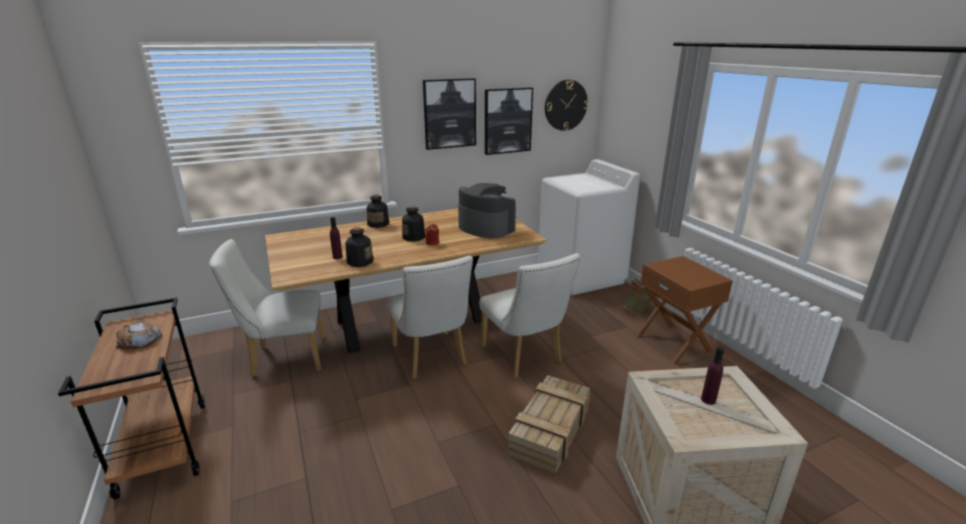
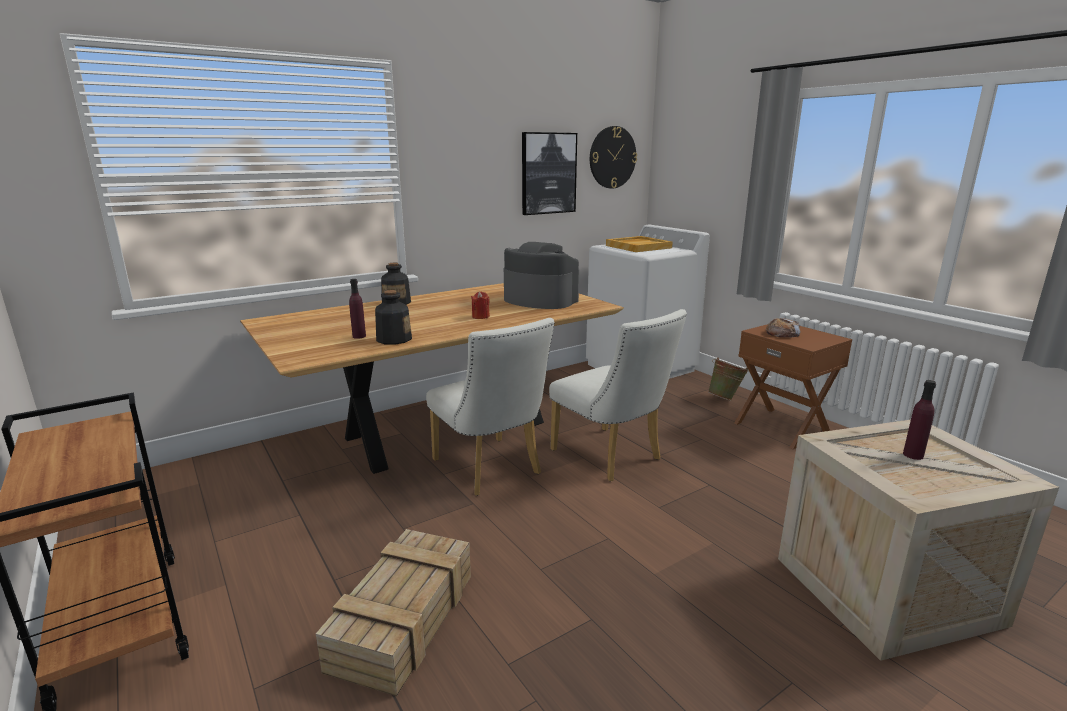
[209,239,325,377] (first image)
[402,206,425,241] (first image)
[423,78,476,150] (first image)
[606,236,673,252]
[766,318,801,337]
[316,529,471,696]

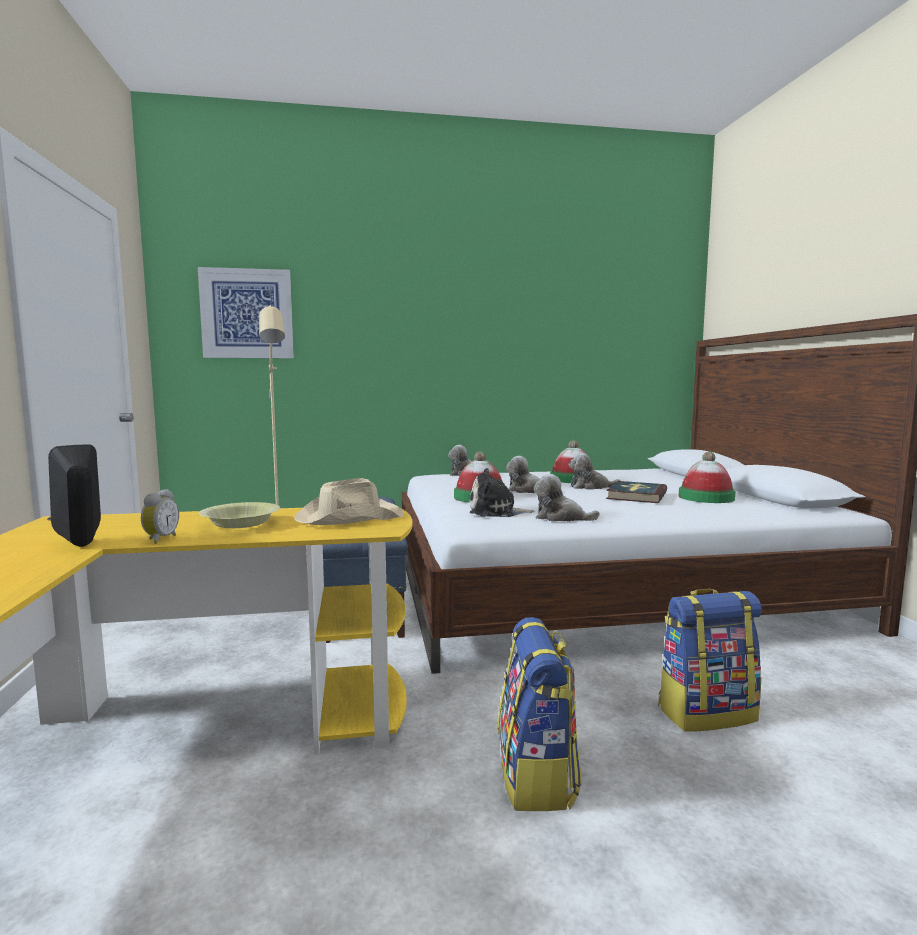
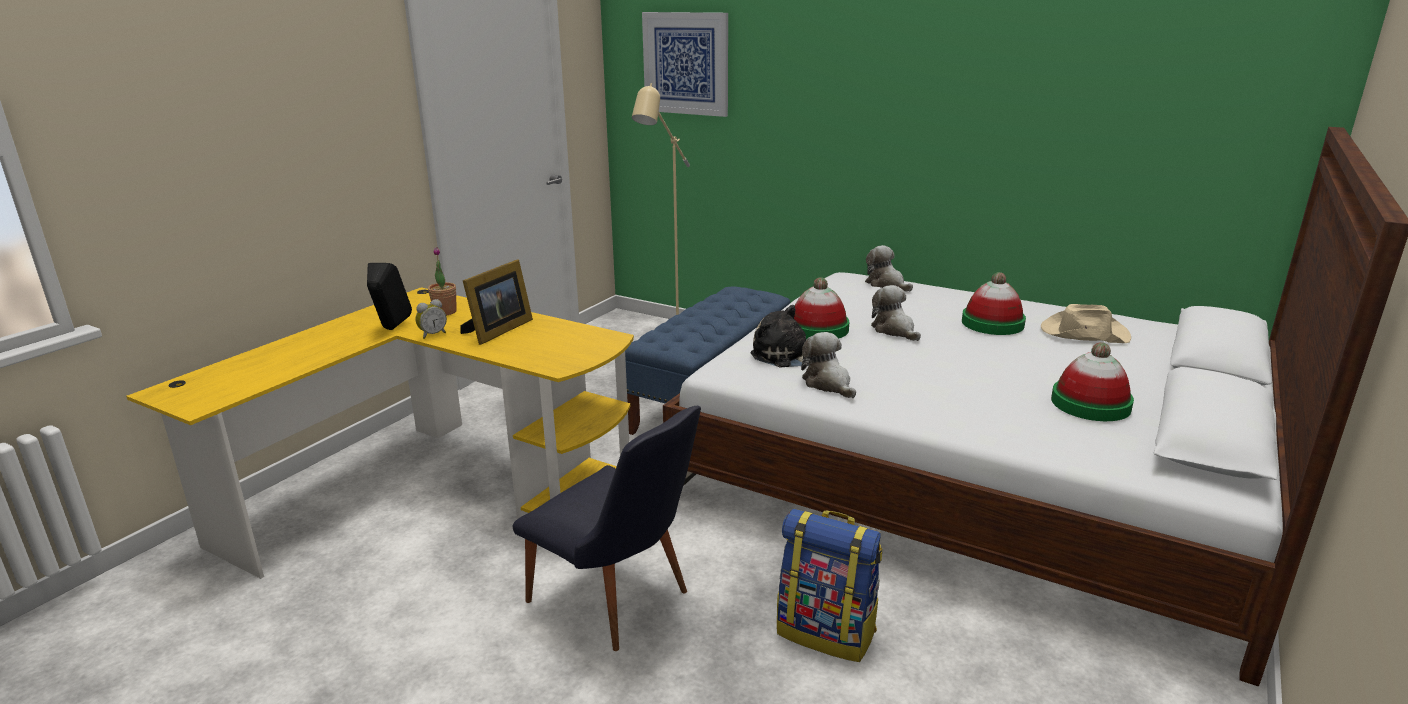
[568,453,620,490] (first image)
[606,481,667,503] (first image)
[428,247,457,315]
[1041,304,1131,343]
[460,259,533,345]
[513,406,701,651]

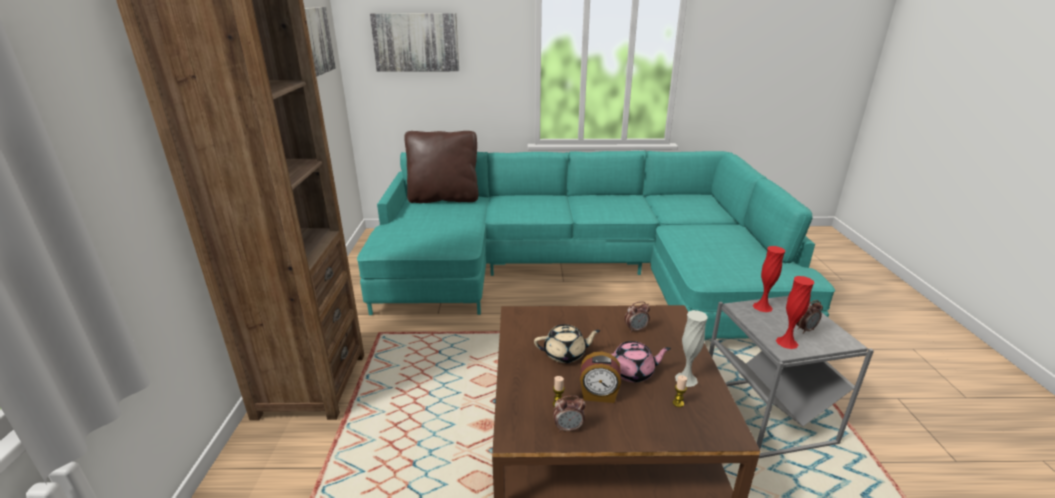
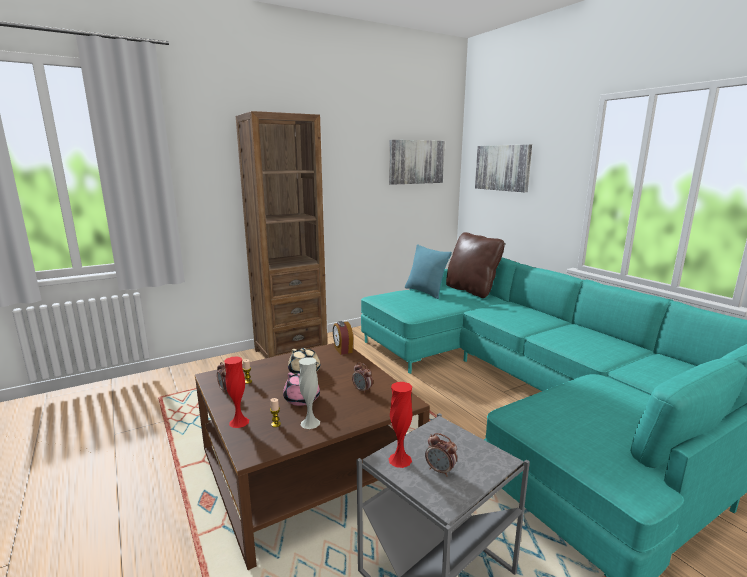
[405,244,452,299]
[333,321,353,355]
[224,356,249,428]

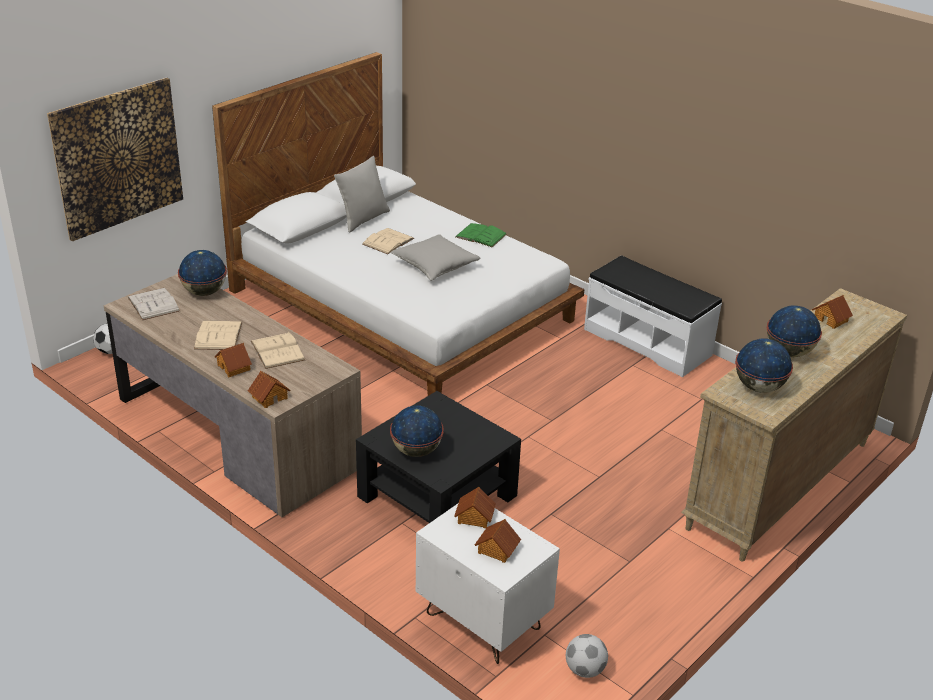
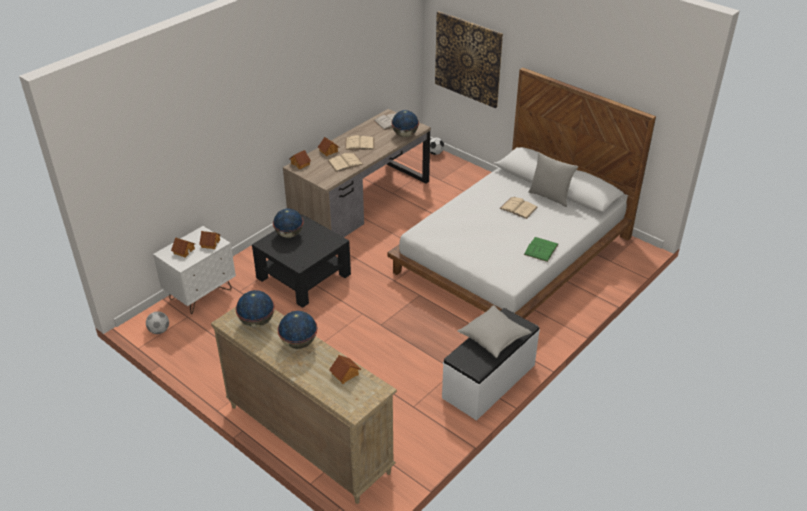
[458,305,532,358]

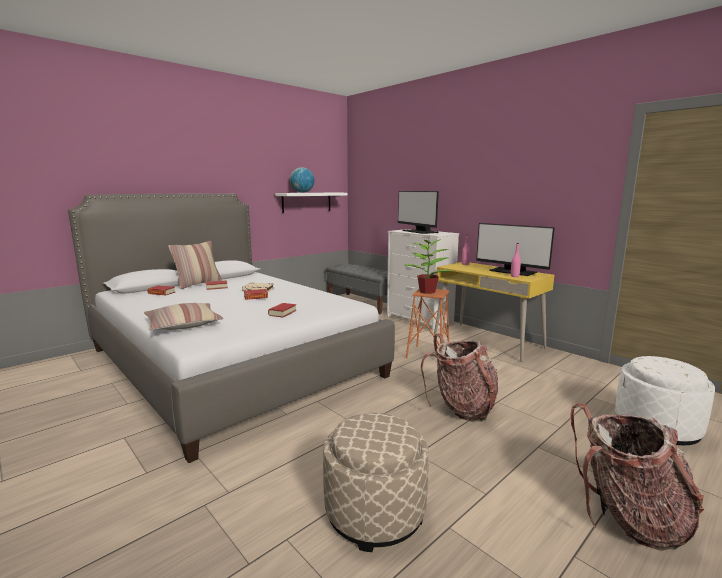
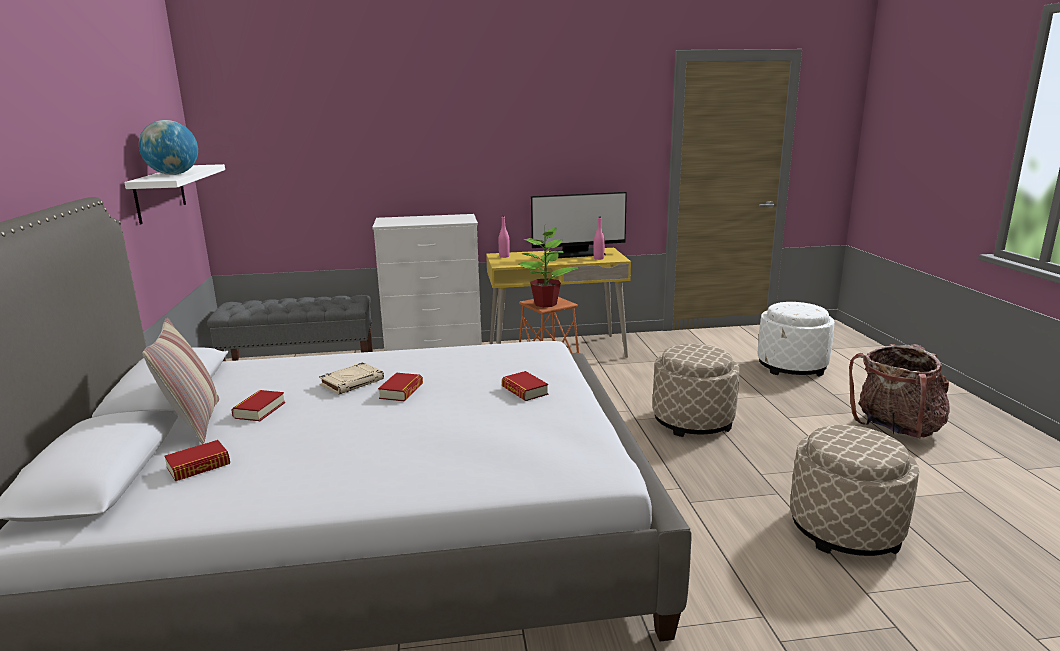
[144,303,223,330] (first image)
[398,191,439,234] (first image)
[653,344,740,437]

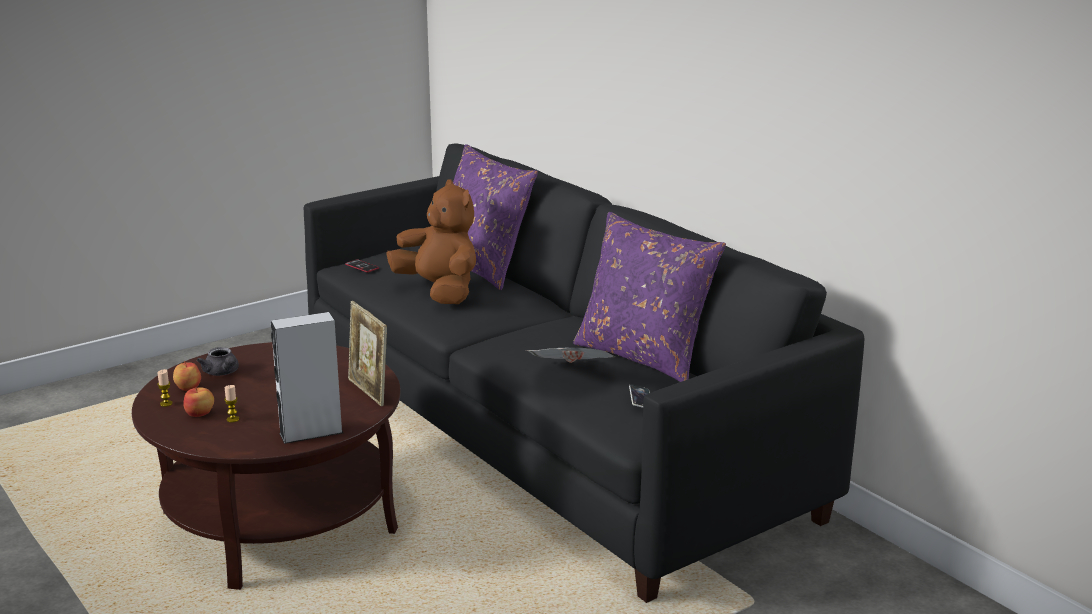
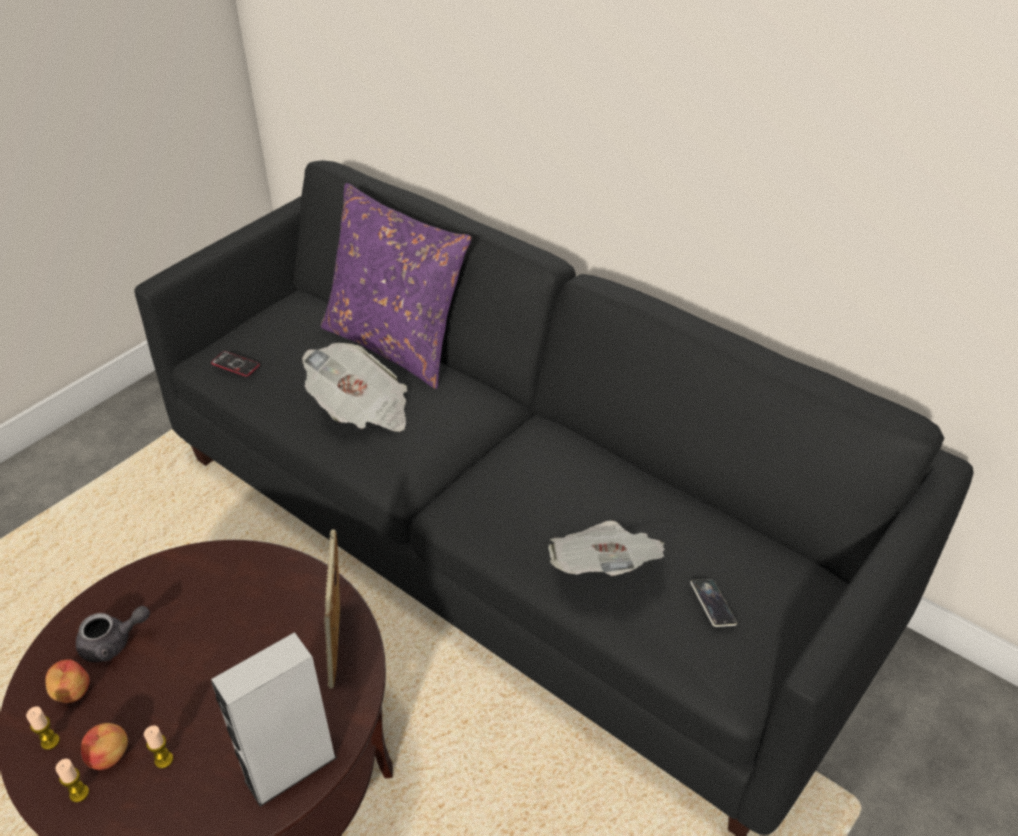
[573,212,726,382] (first image)
[55,759,89,802]
[302,343,407,432]
[76,606,150,662]
[324,529,340,689]

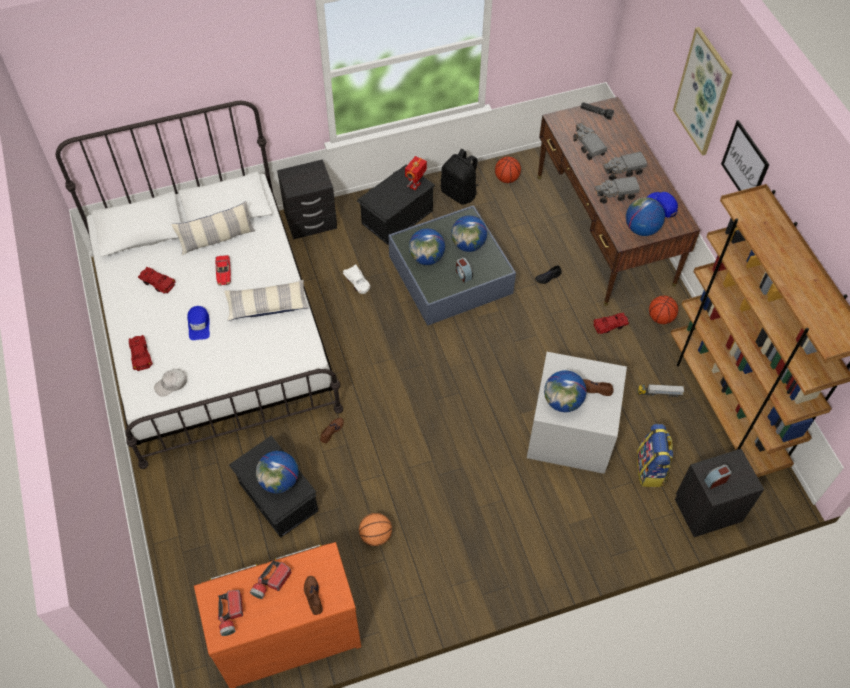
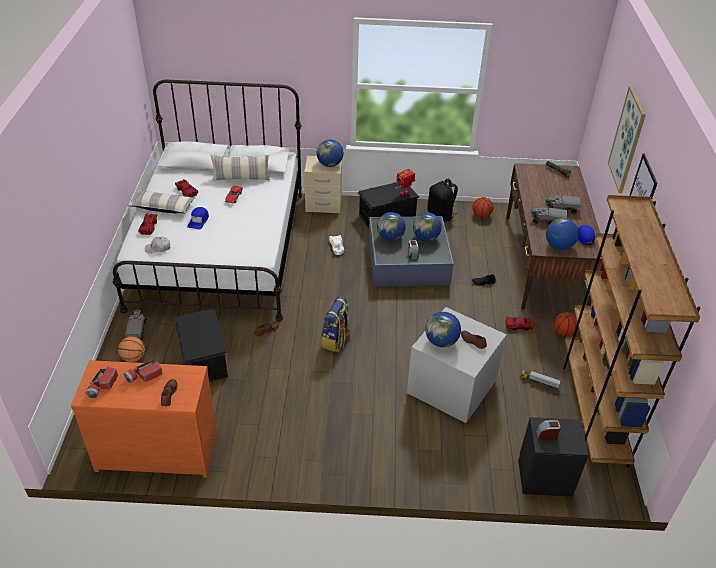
[128,190,195,214]
[317,140,344,167]
[118,336,145,362]
[125,309,147,340]
[321,296,351,352]
[304,156,342,213]

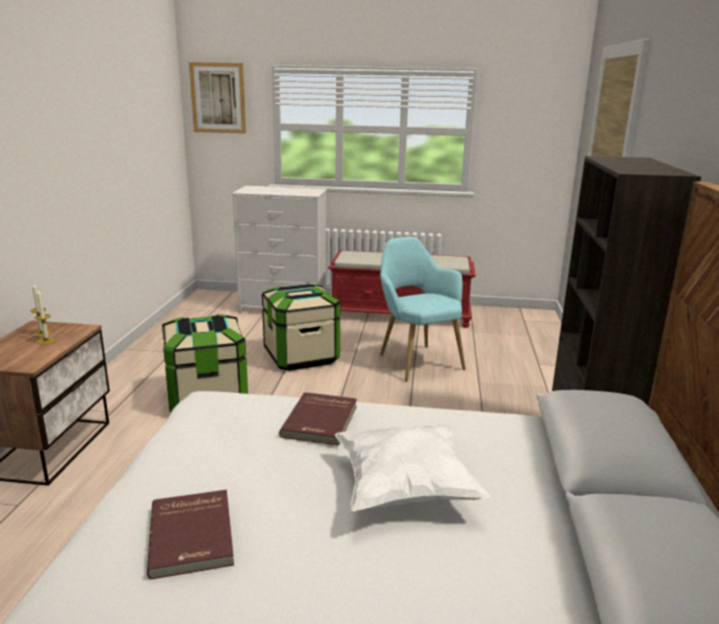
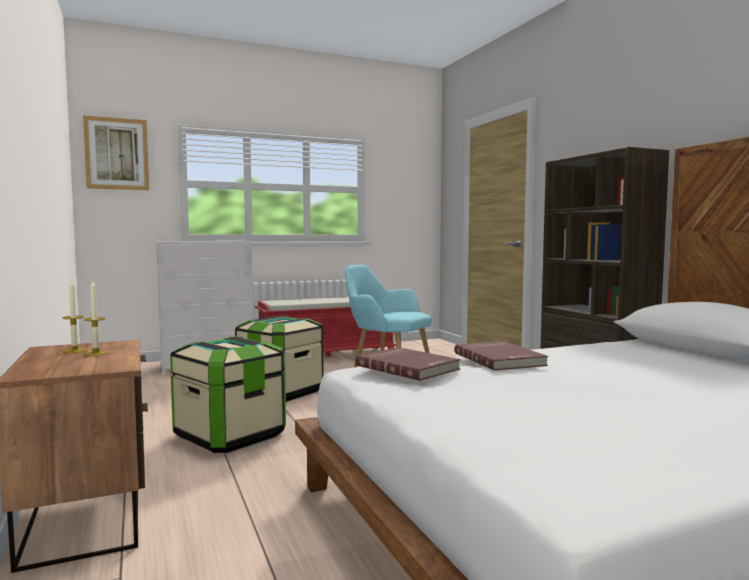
[335,425,490,512] (first image)
[356,347,461,381]

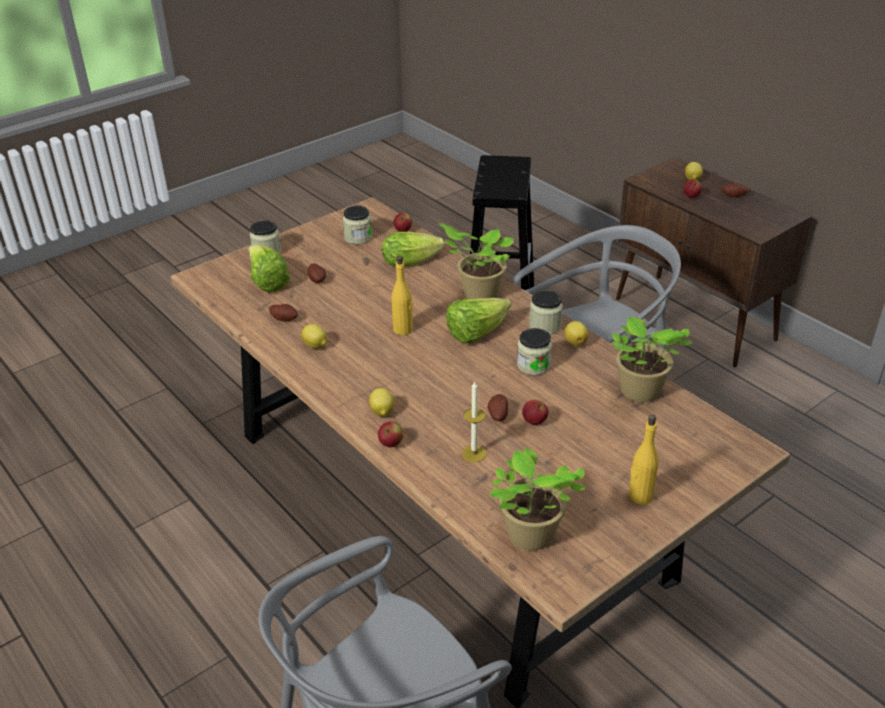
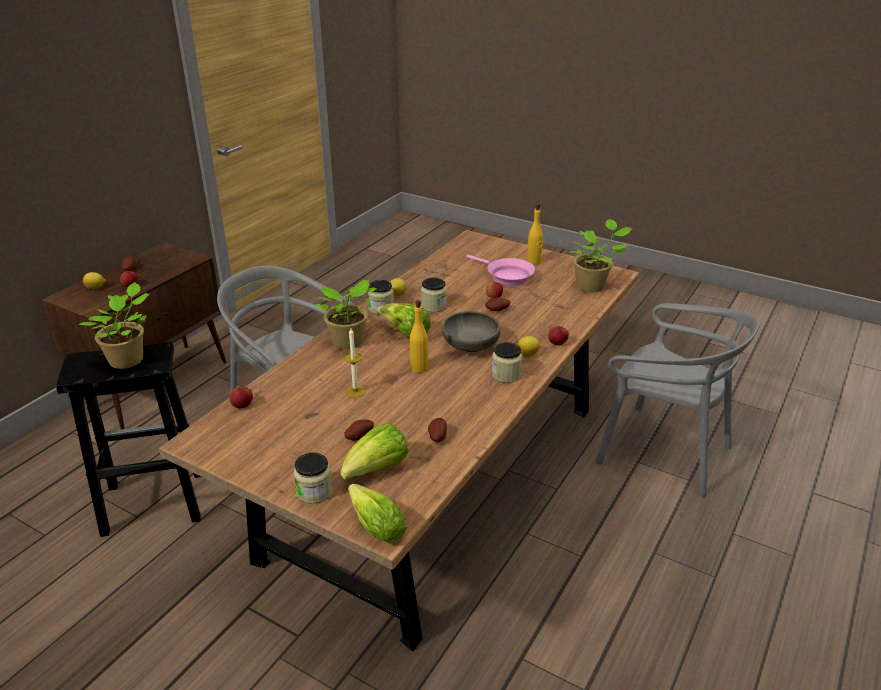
[301,324,327,349] (first image)
[442,311,500,352]
[466,255,535,286]
[492,342,522,383]
[348,484,407,542]
[344,328,366,398]
[78,282,150,369]

